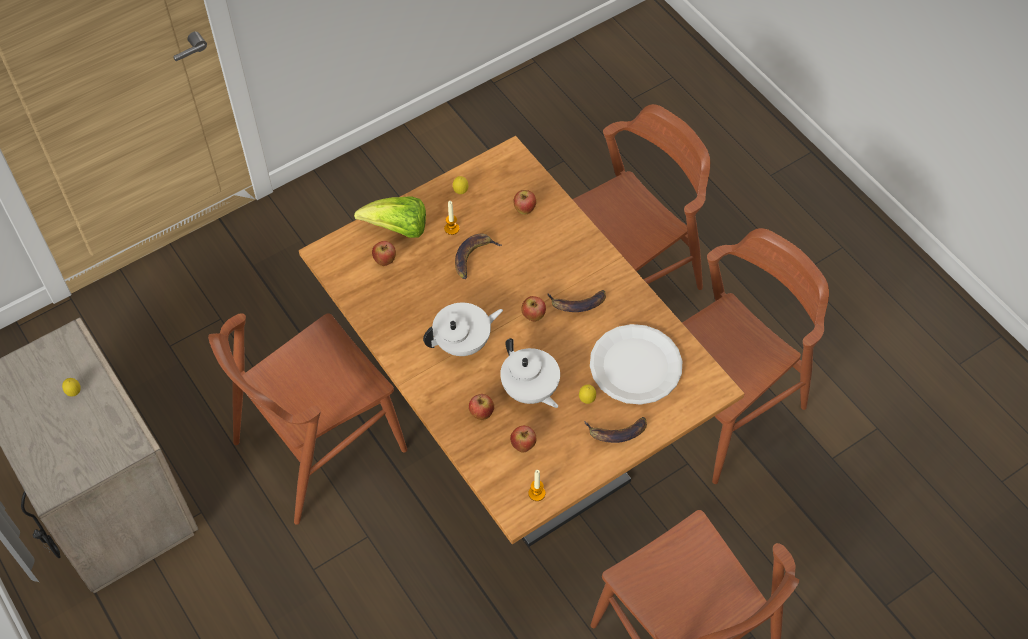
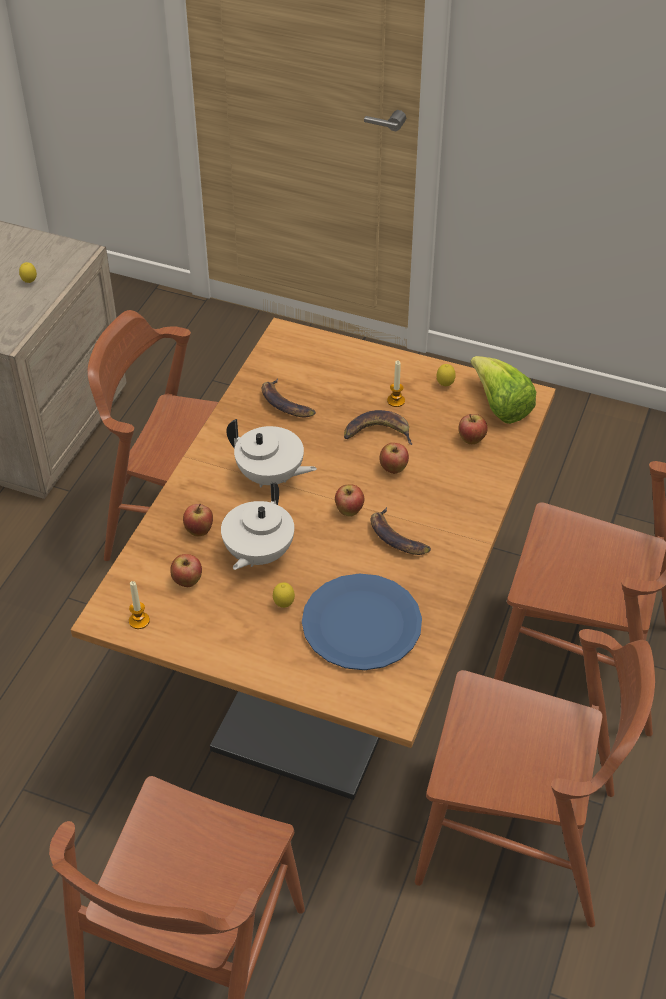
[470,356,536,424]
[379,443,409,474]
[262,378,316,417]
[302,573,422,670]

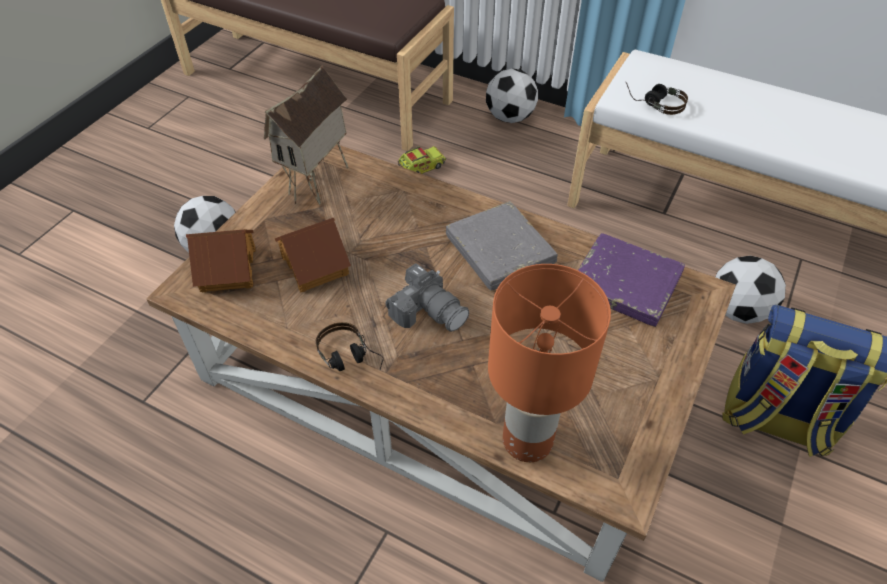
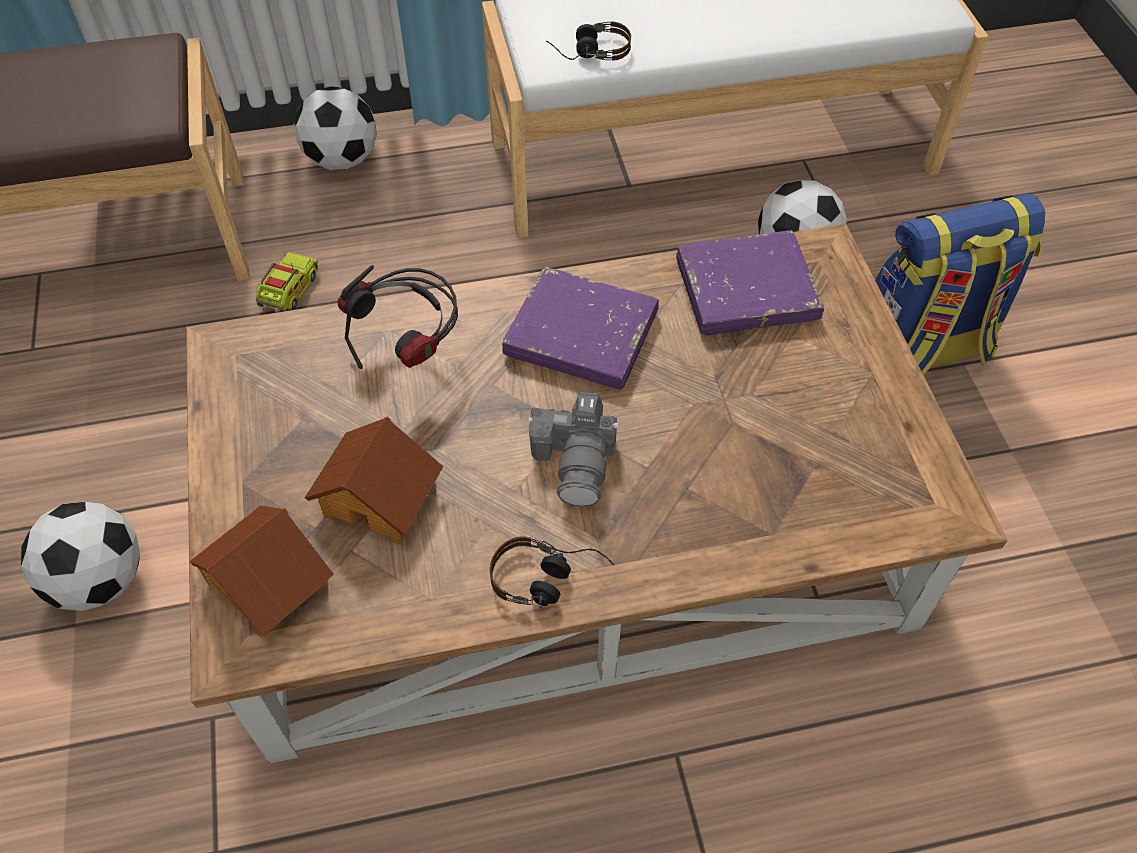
[264,65,349,206] (first image)
[488,264,611,462] (first image)
[337,265,458,369]
[502,266,659,389]
[528,392,619,507]

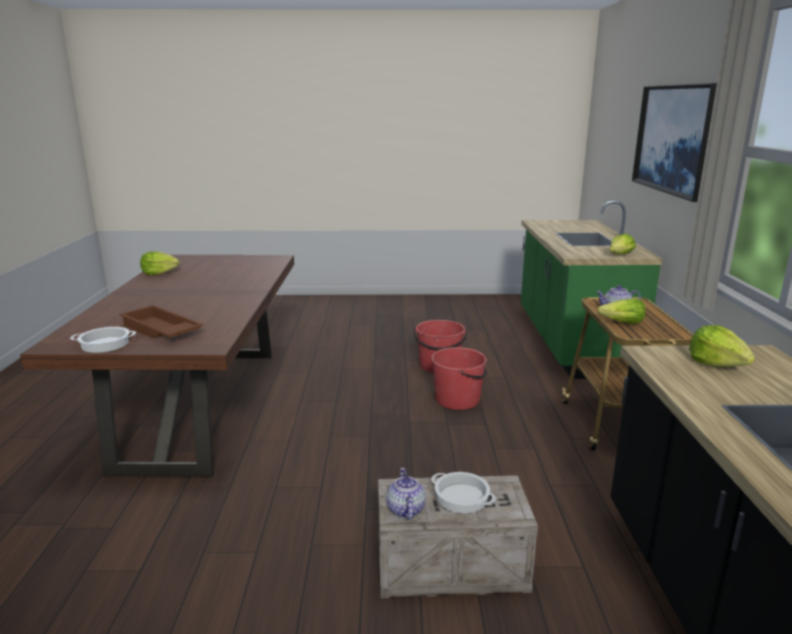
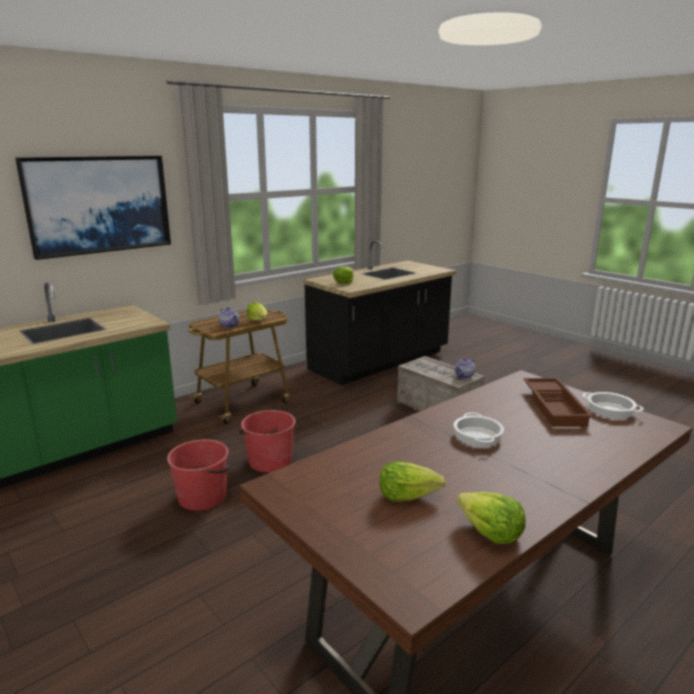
[453,412,504,447]
[380,462,446,502]

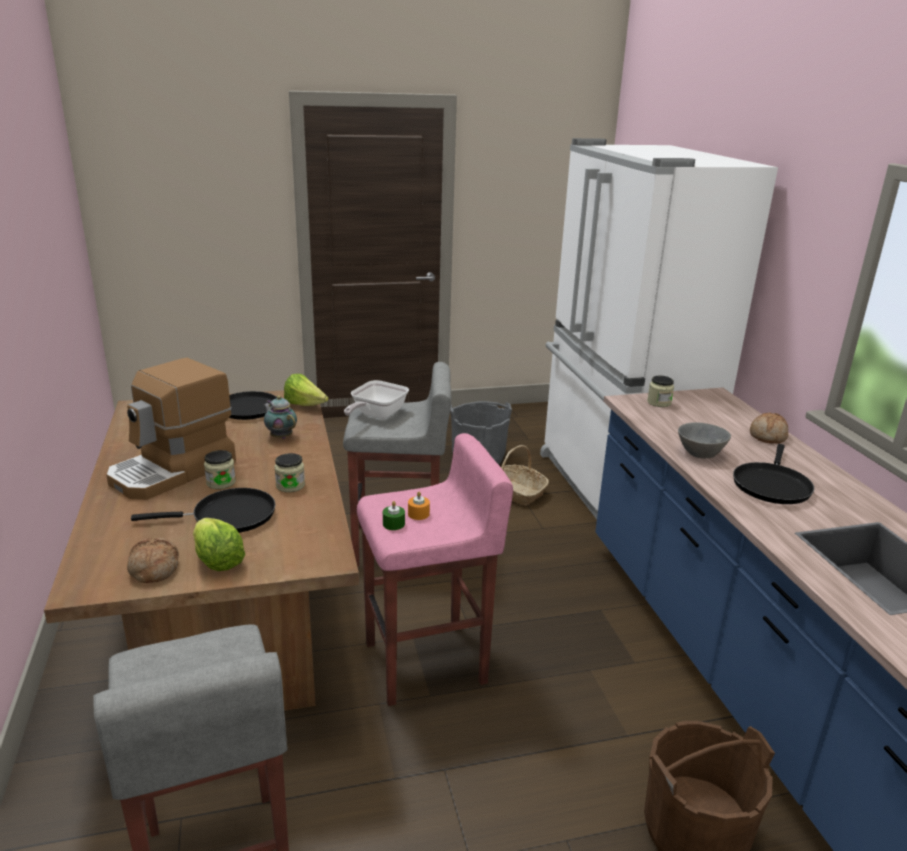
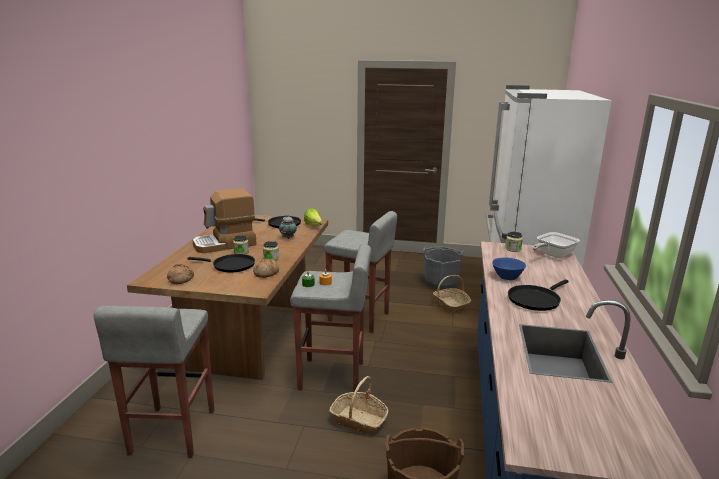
[193,518,246,571] (first image)
[330,376,389,435]
[532,232,580,258]
[253,259,279,278]
[290,244,371,392]
[492,257,526,280]

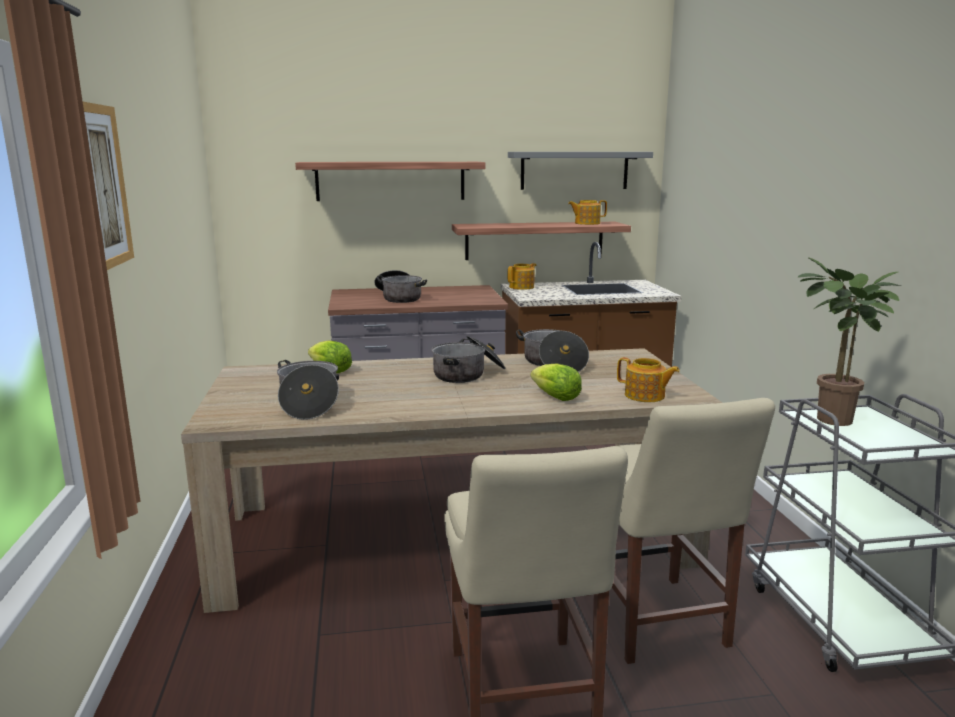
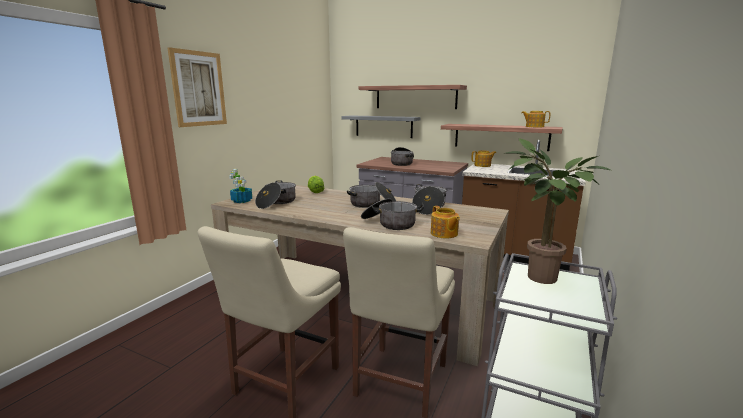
[229,169,252,203]
[341,115,421,138]
[361,199,424,230]

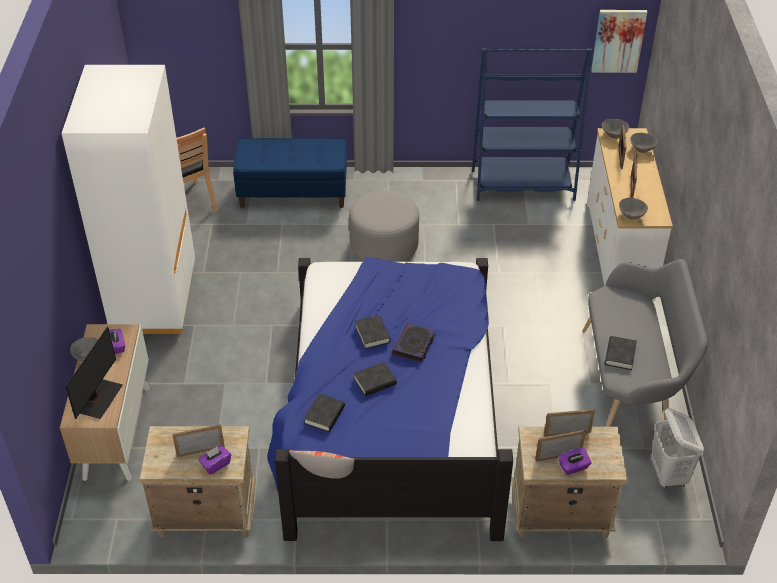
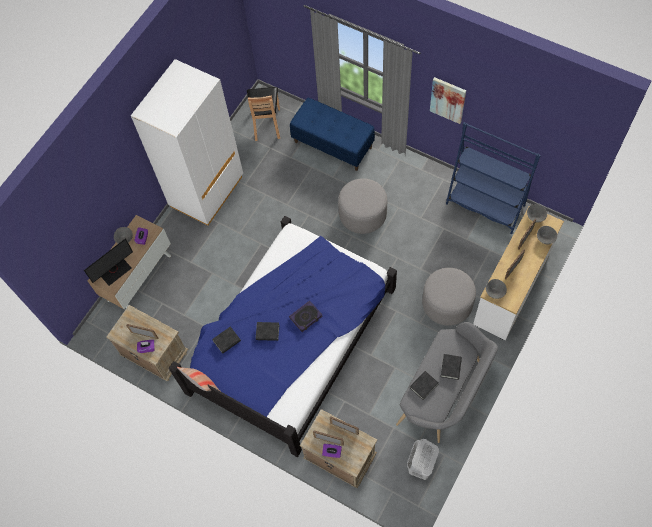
[422,268,476,326]
[441,354,462,380]
[430,77,466,124]

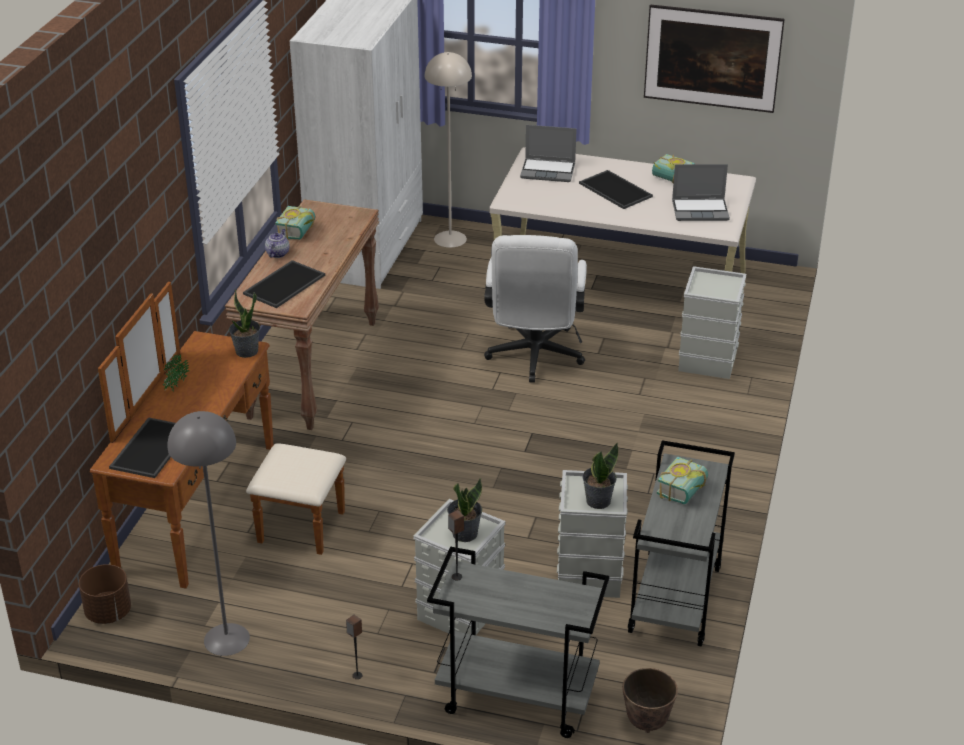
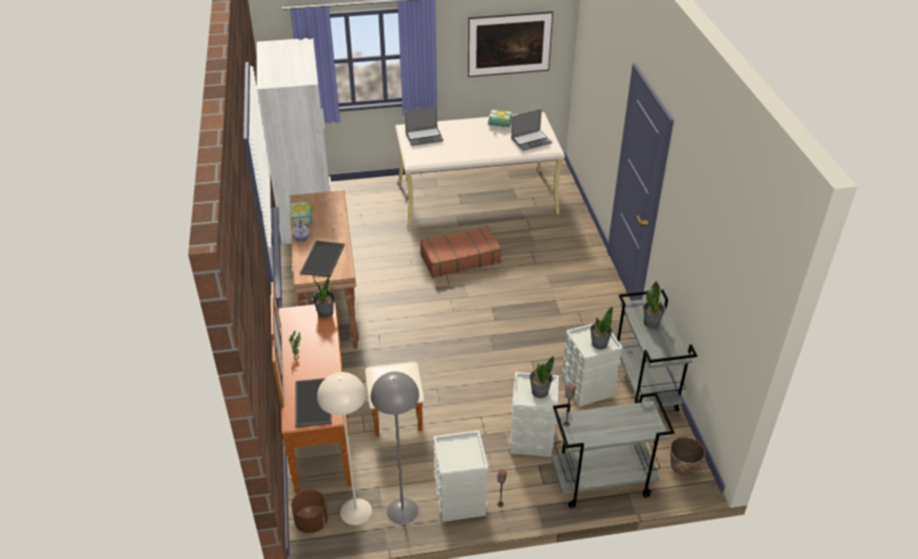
[579,170,653,209] (first image)
[317,372,372,525]
[433,430,488,522]
[420,226,501,278]
[643,281,665,328]

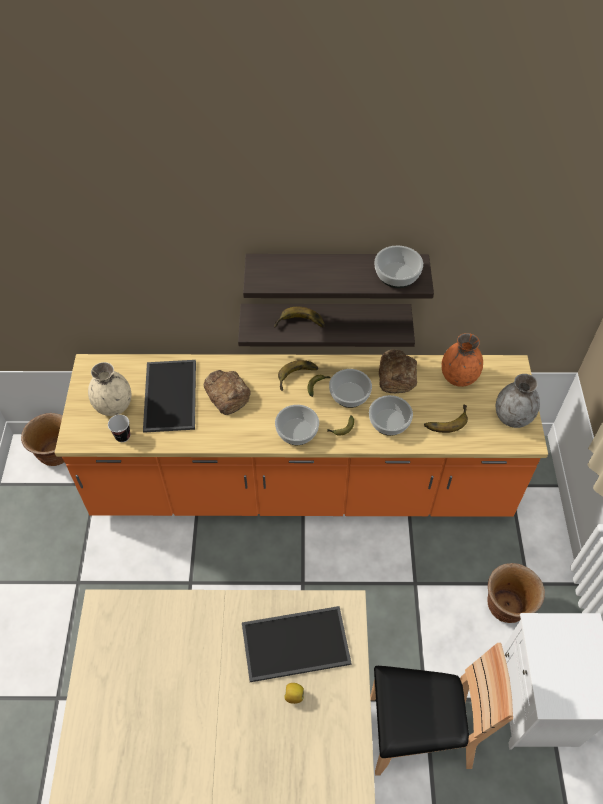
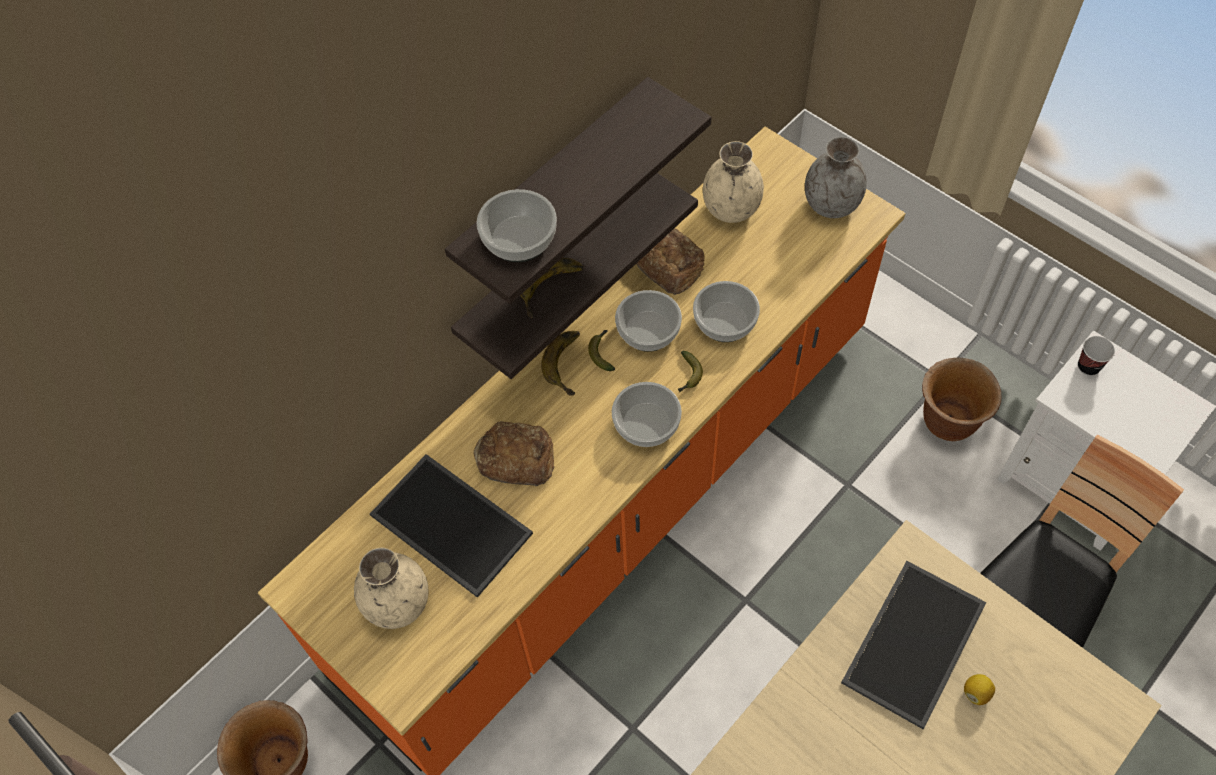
[424,405,468,433] (first image)
[1078,336,1115,376]
[476,189,557,262]
[703,141,764,223]

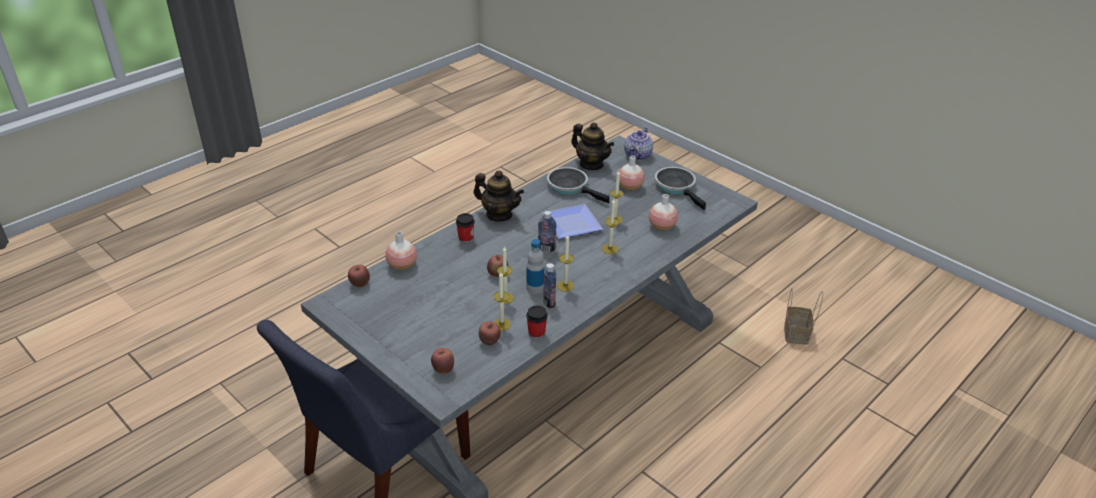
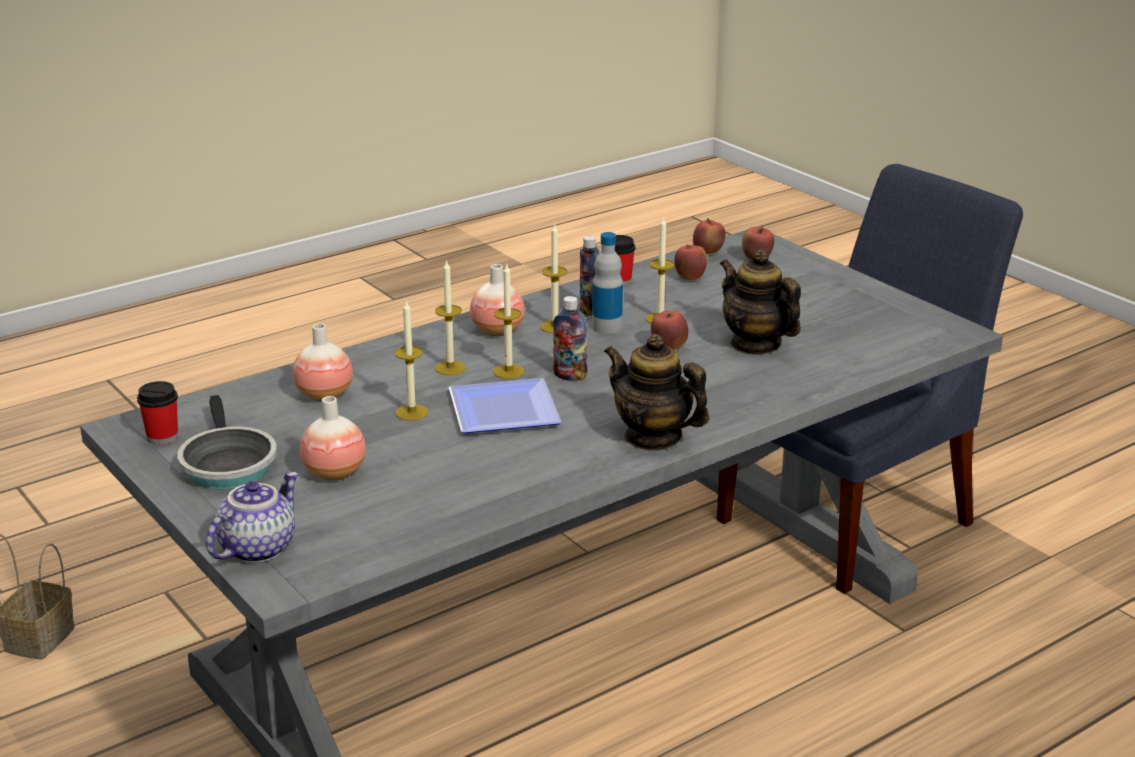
[547,167,610,204] (first image)
[693,218,725,254]
[470,264,525,336]
[137,381,178,445]
[493,264,524,379]
[720,250,801,355]

